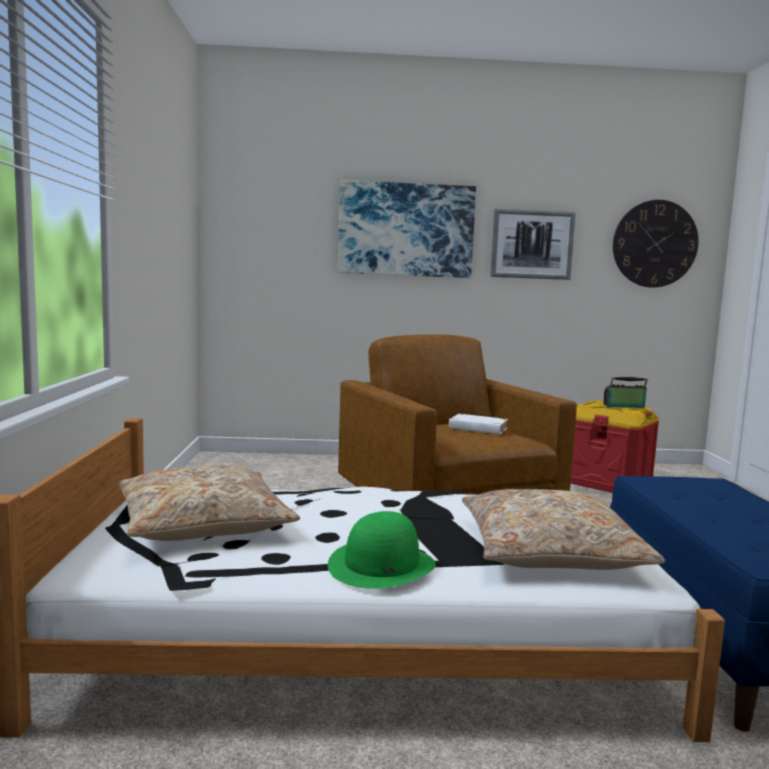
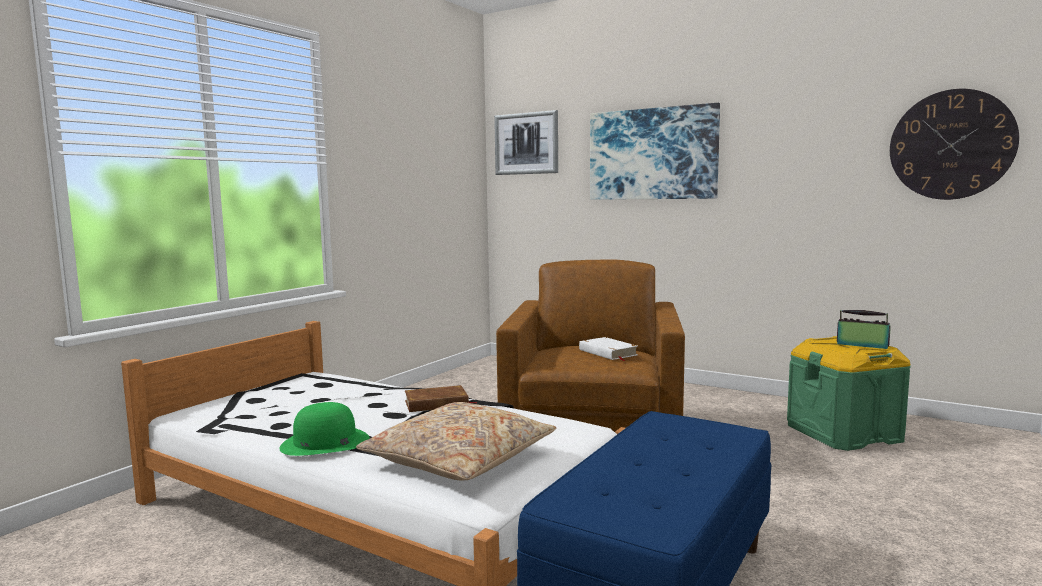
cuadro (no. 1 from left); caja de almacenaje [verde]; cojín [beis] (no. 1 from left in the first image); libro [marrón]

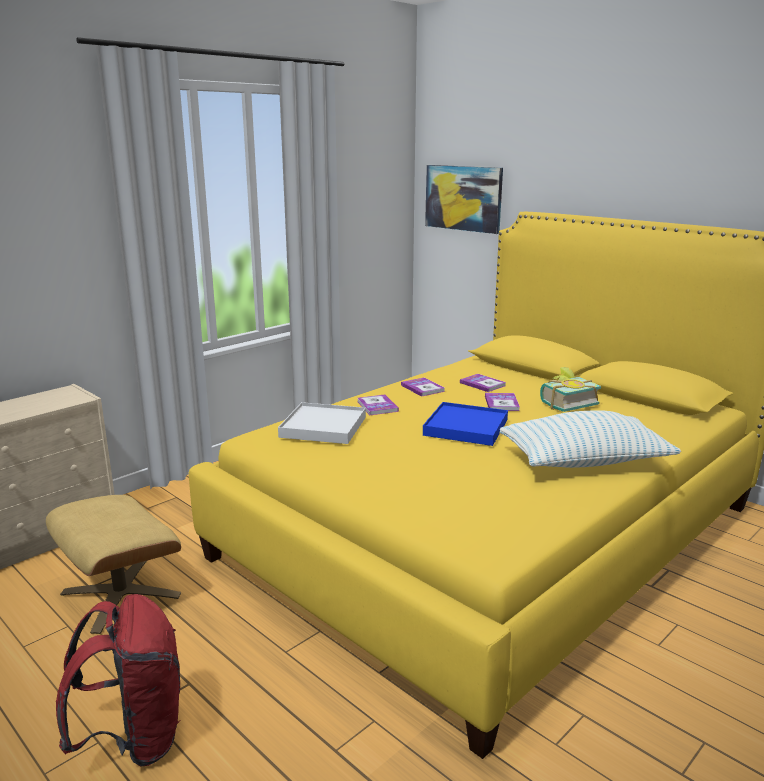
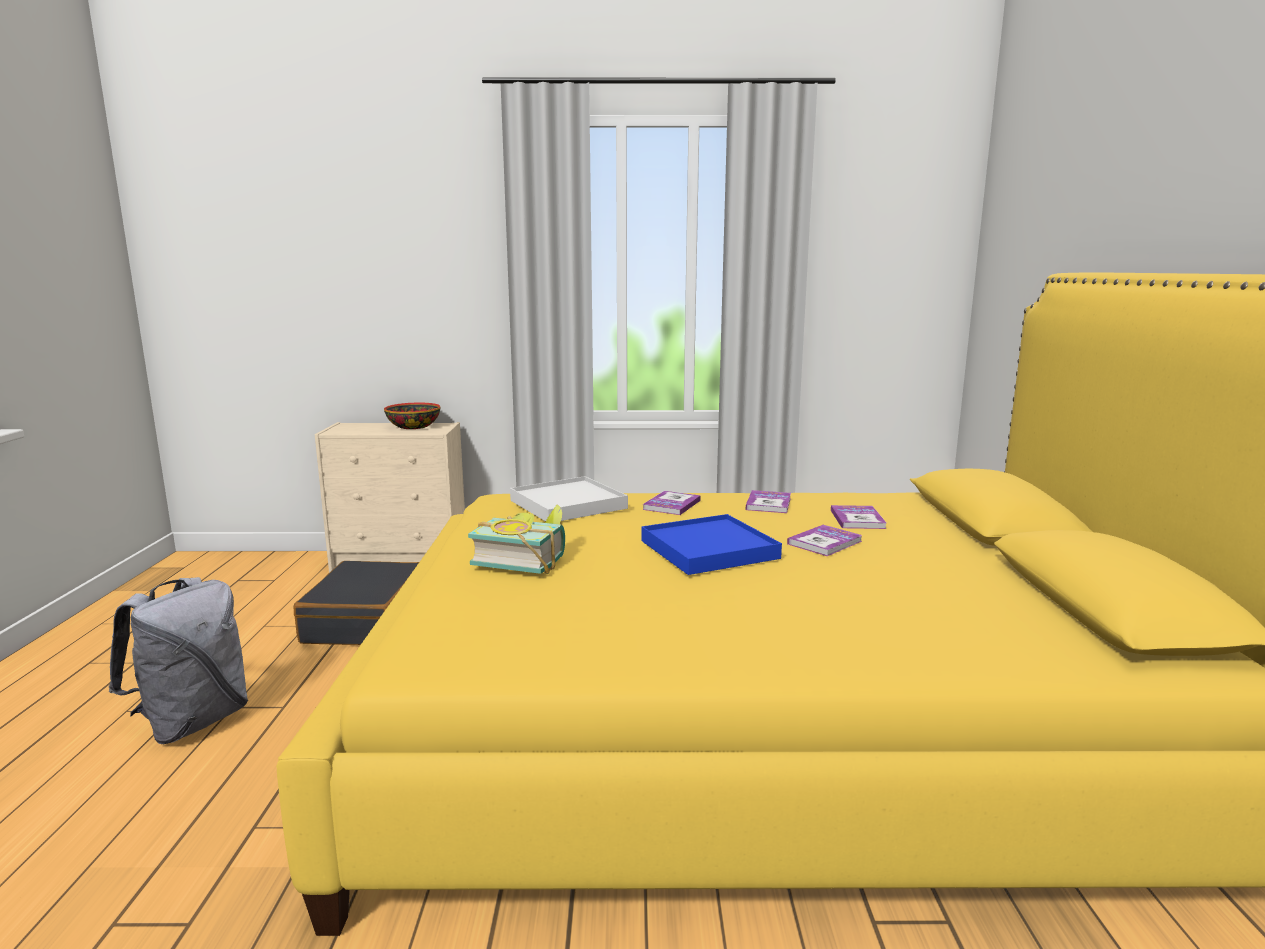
cuadro; libro (no. 1 from left); cojín; maleta [negro]; mochila [gris]; cuenco

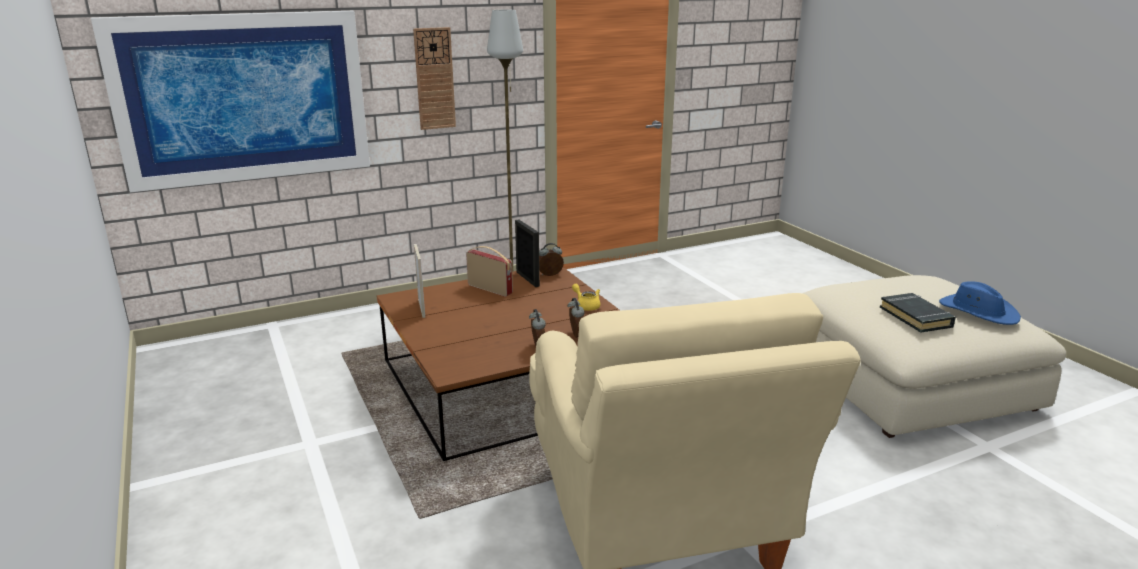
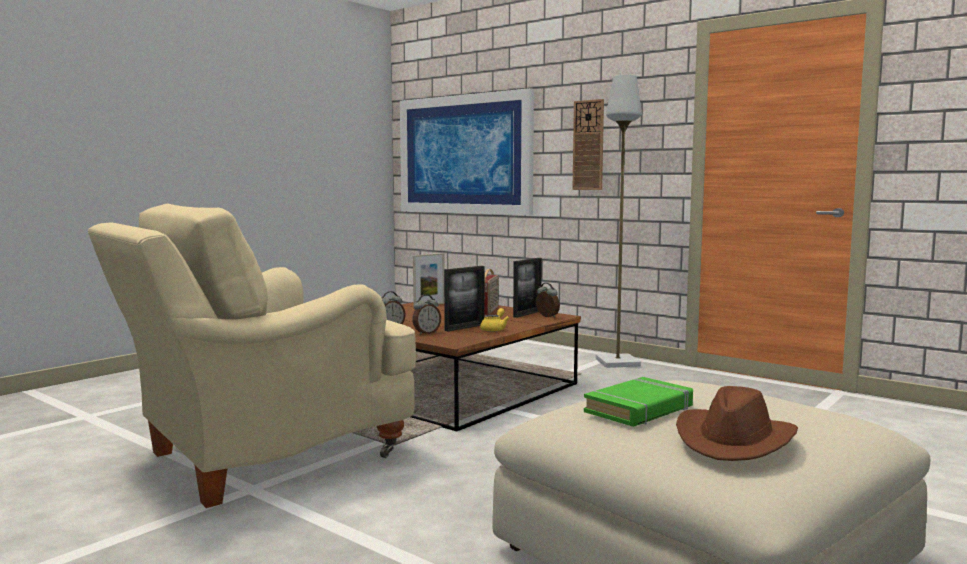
sombrero [marrón]; libro [verde]; portarretratos (no. 2 from left)

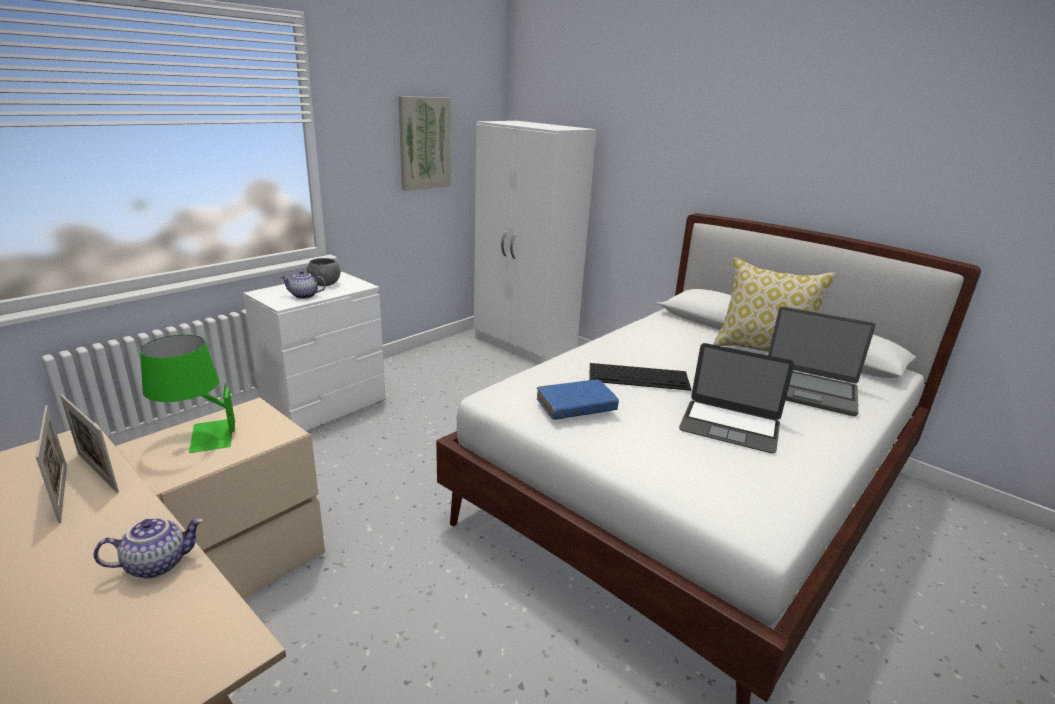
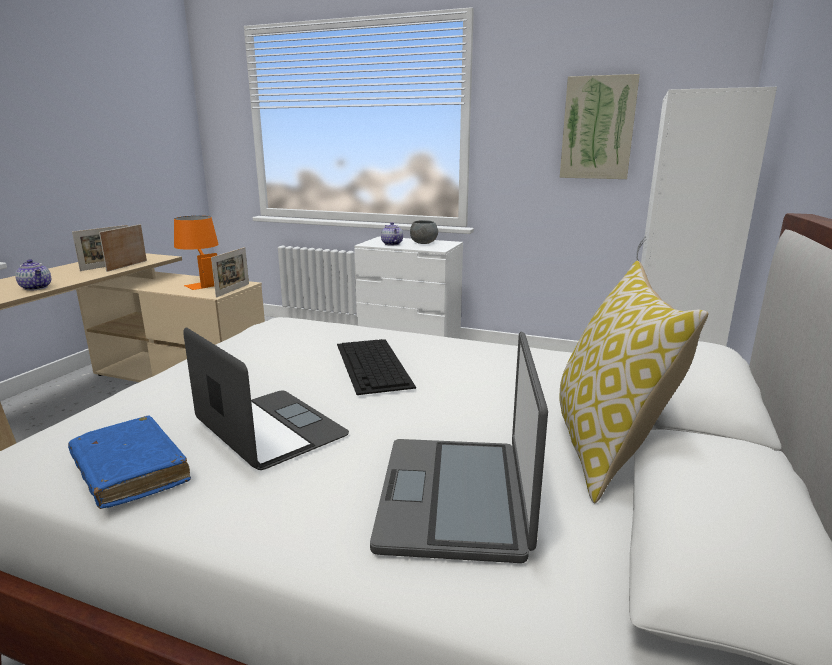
lámpara de mesa [naranja]; portátil (no. 1 from left); libro [azul]; portarretratos (no. 3 from left)

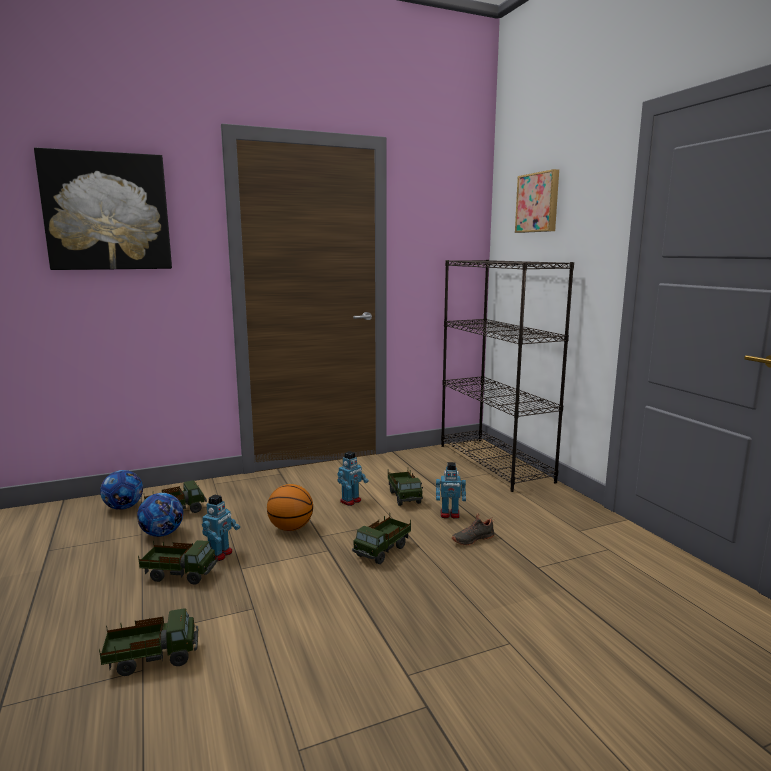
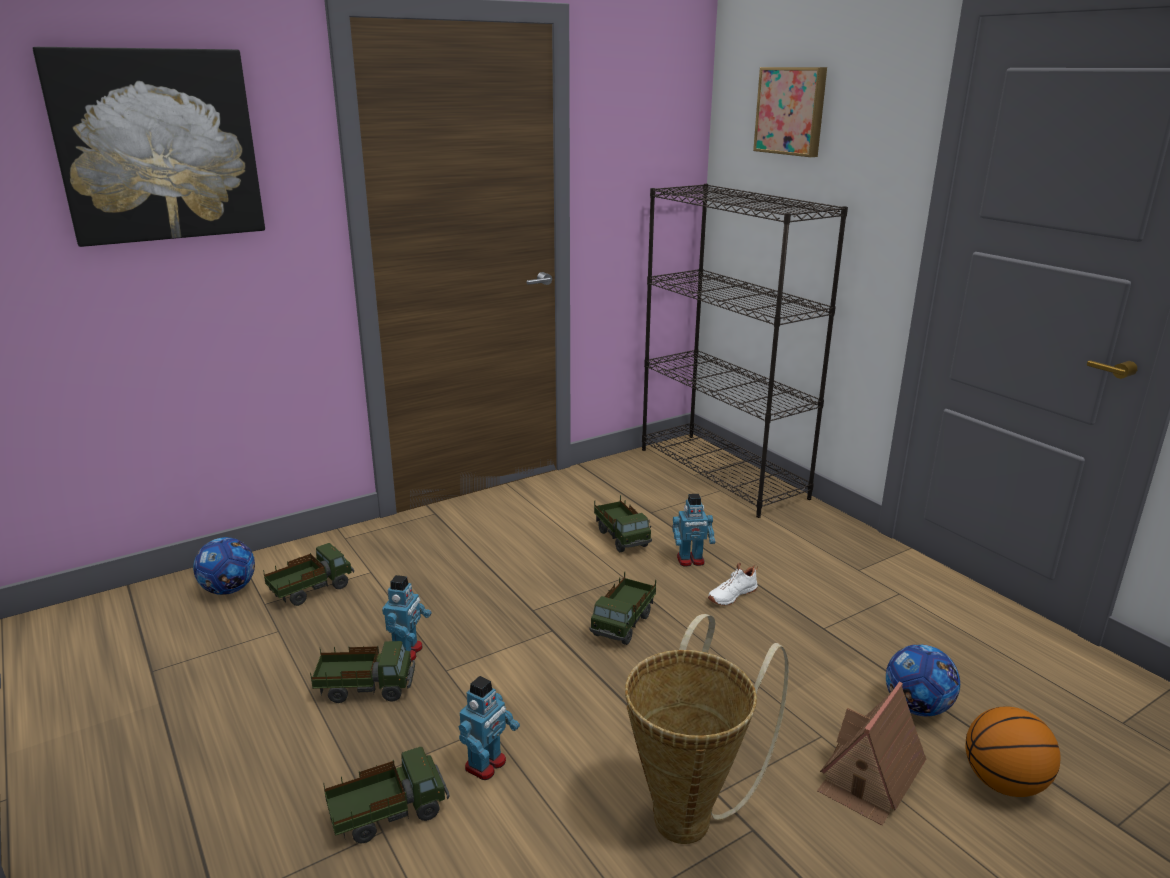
robot de juguete (no. 2 from left); balón de baloncesto; balón de fútbol (no. 2 from left); zapato [blanco]; cesta; casita

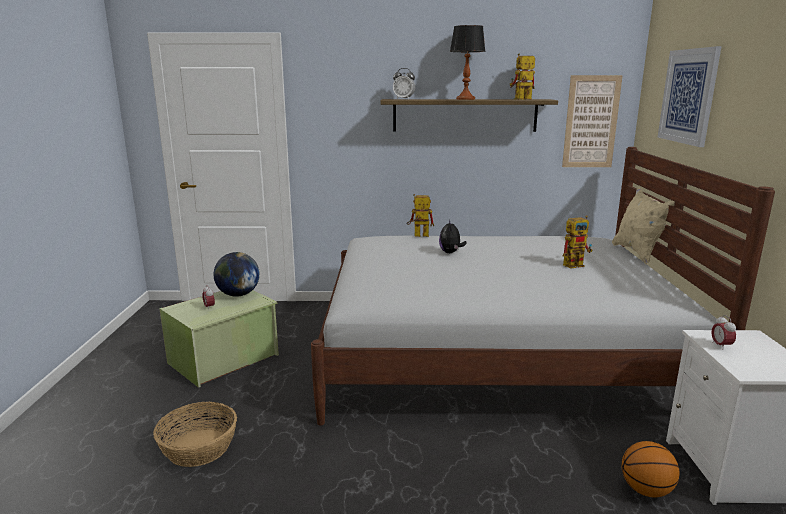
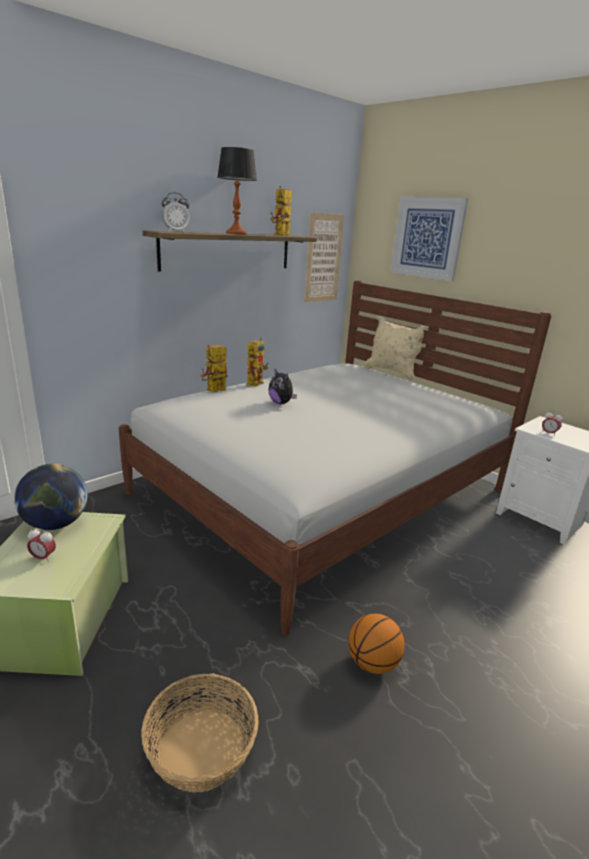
robot de juguete (no. 2 from left); balón de baloncesto

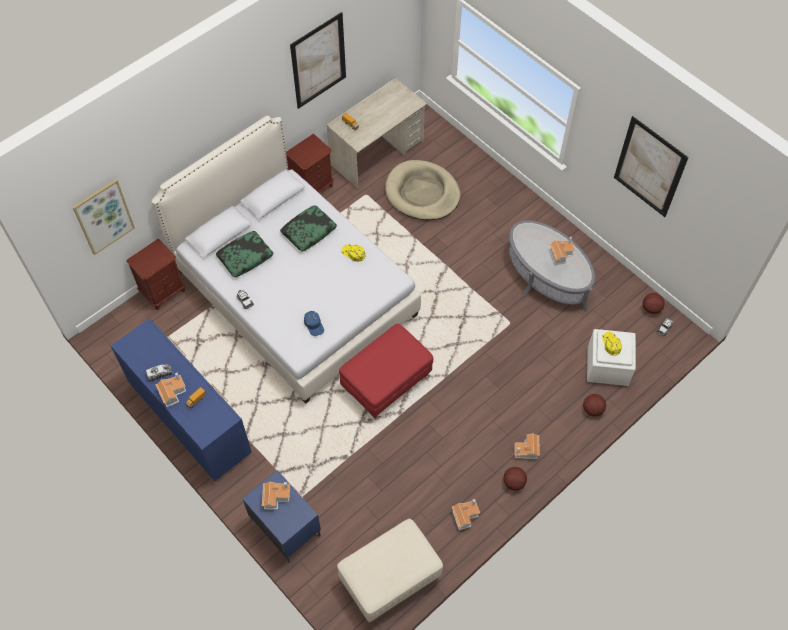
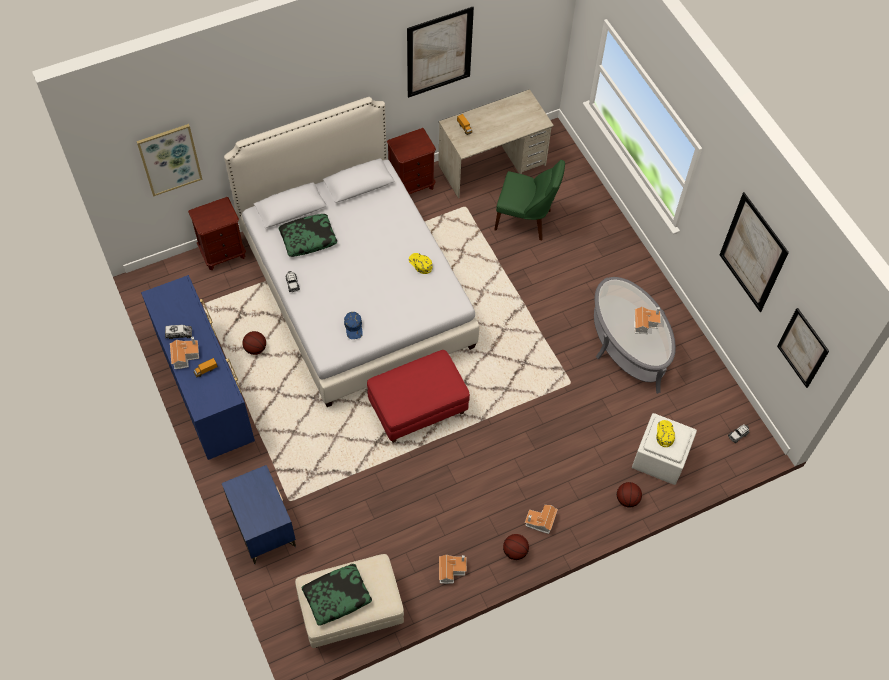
silla [verde]; cojín (no. 2 from left); balón de baloncesto (no. 1 from left); casita (no. 2 from left in the first image); cuadro (no. 4 from left)

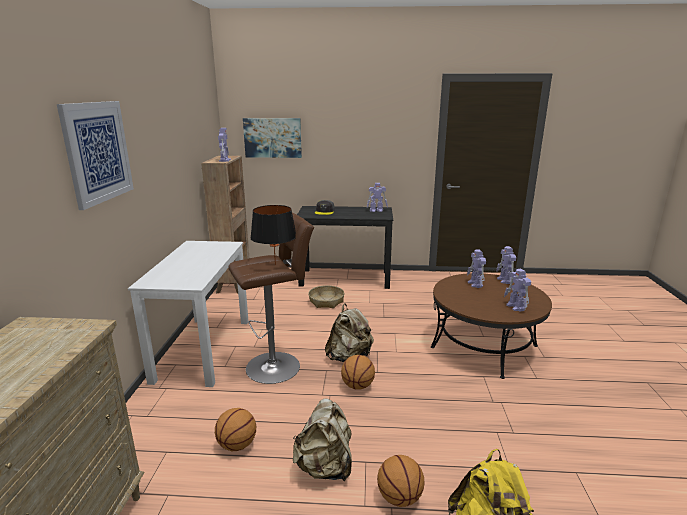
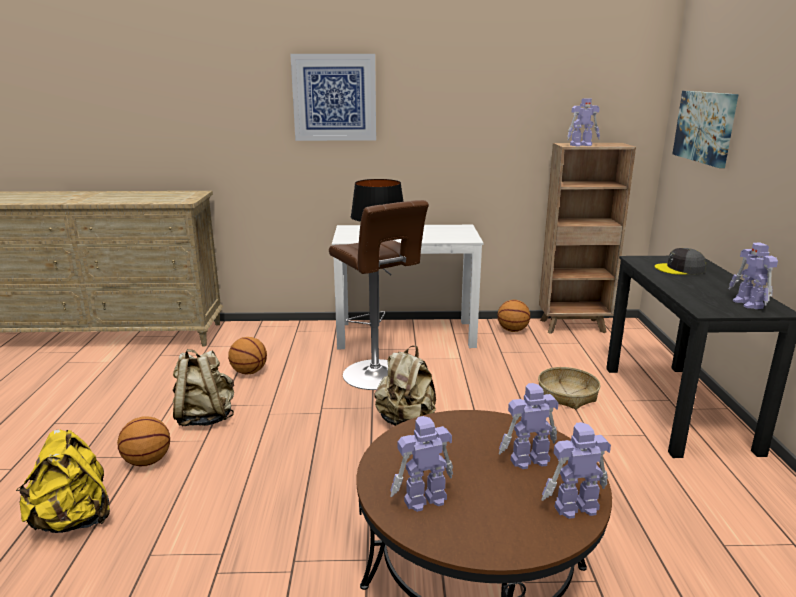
balón de baloncesto (no. 3 from left)

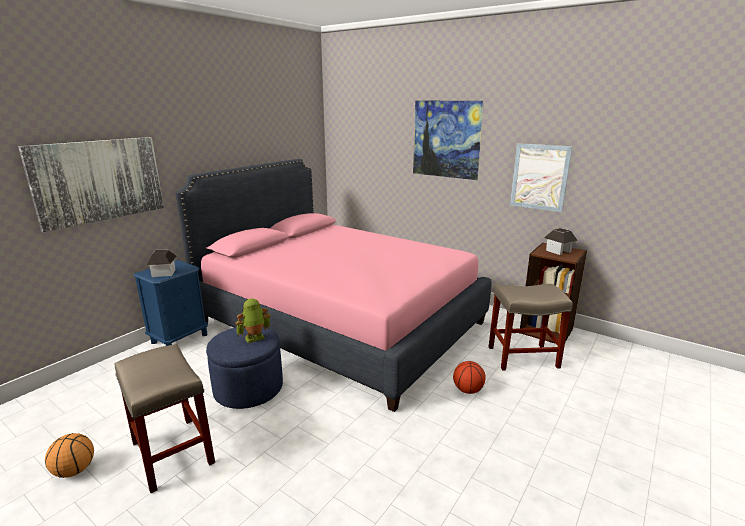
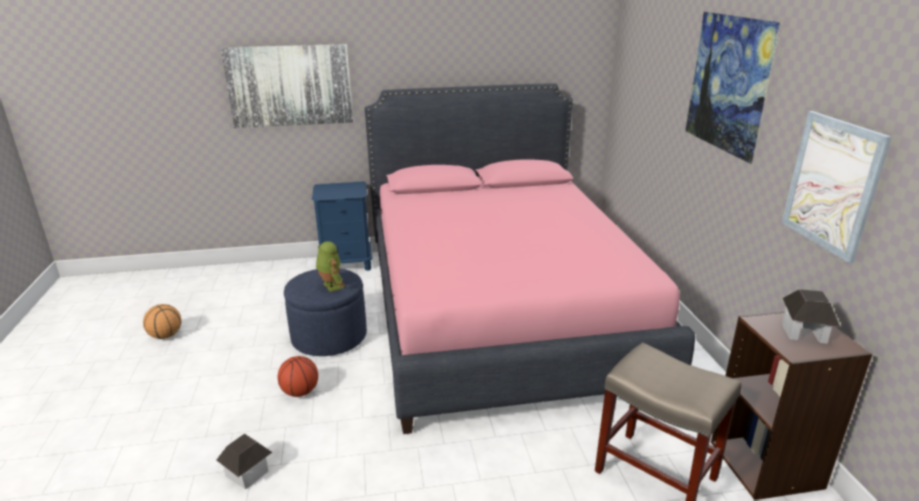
casita (no. 1 from left); robot de juguete; taburete [beis] (no. 1 from left in the first image); balón de baloncesto (no. 2 from left)

